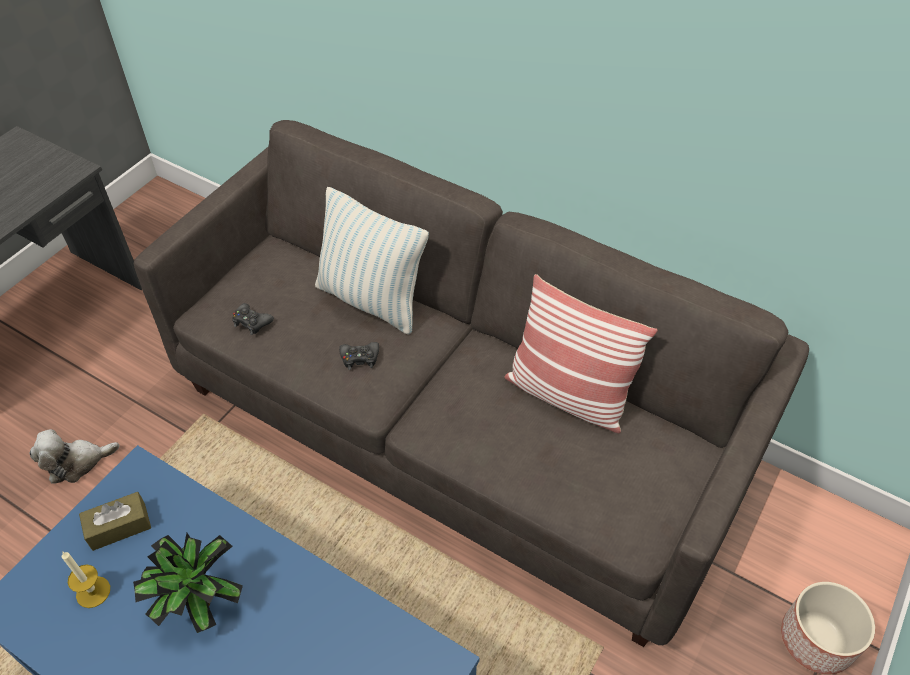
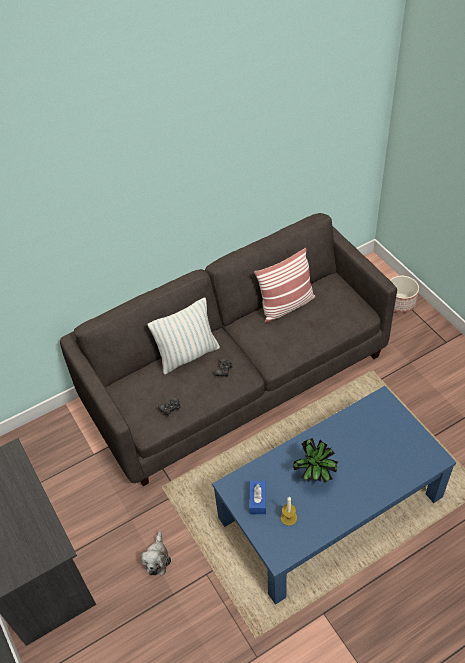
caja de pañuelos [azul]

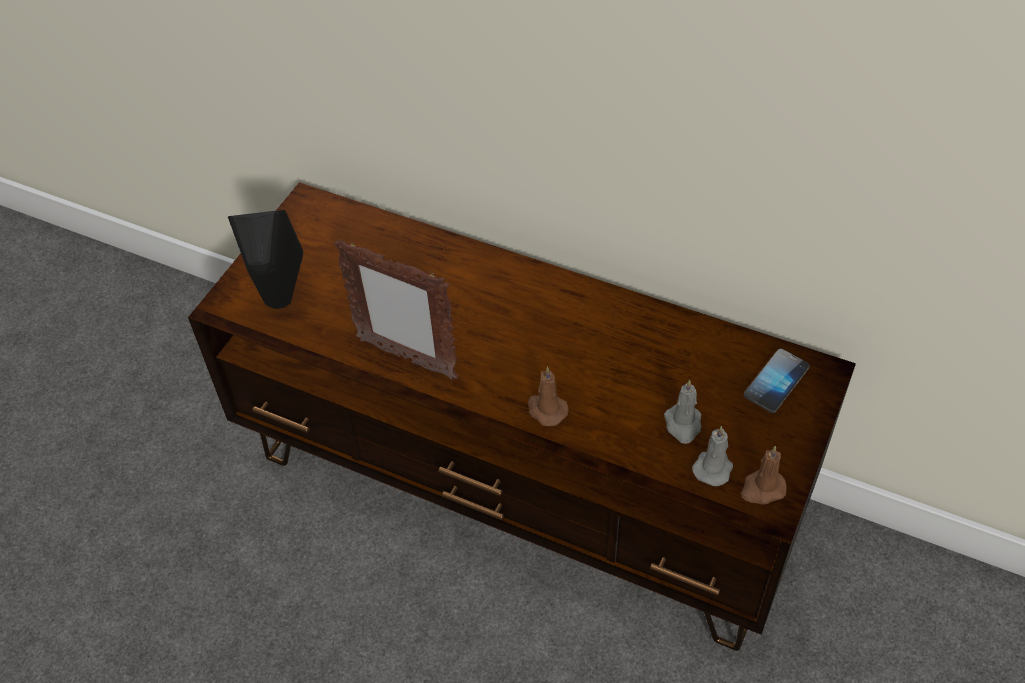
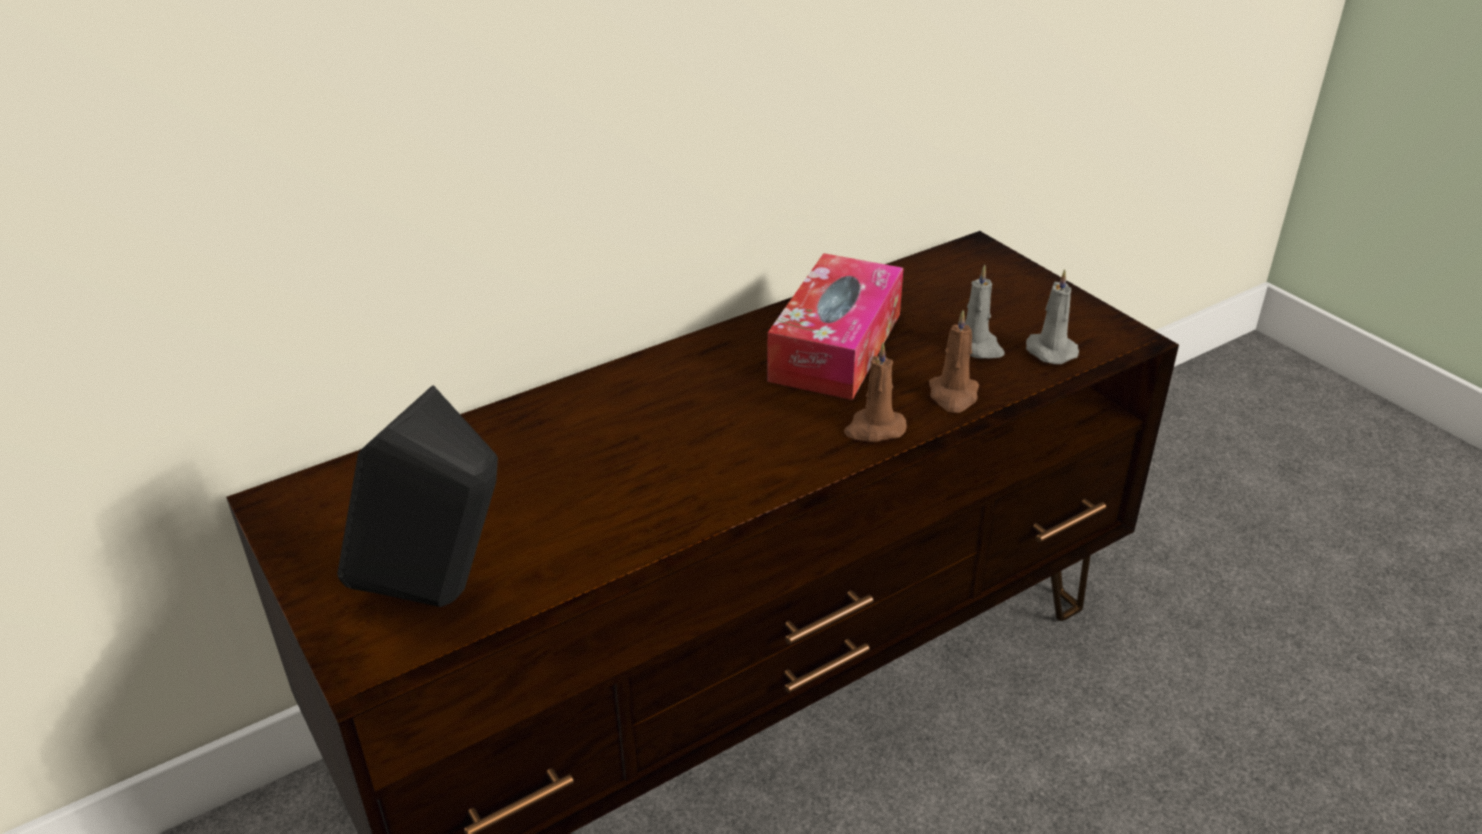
portarretratos; móvil; vela [marrón] (no. 2 from left); caja de pañuelos

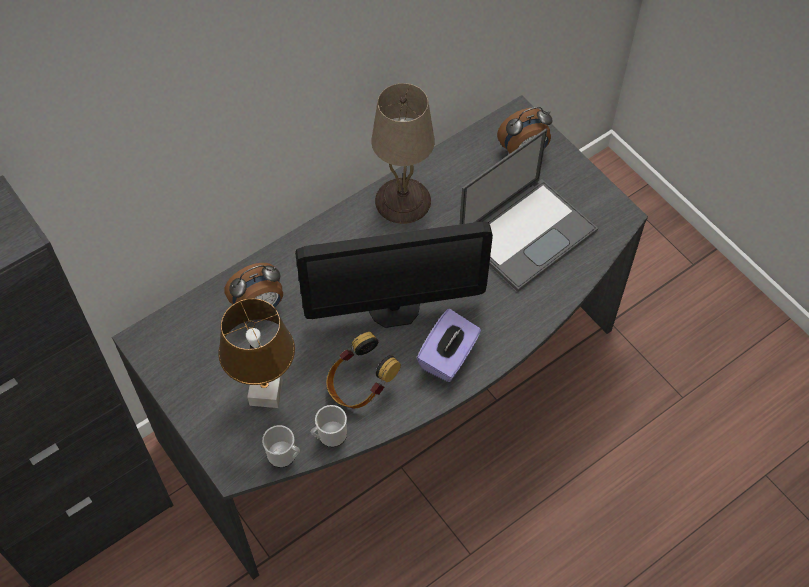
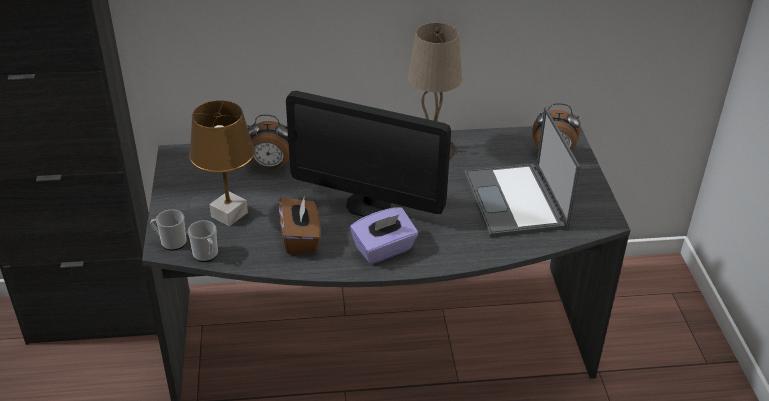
portátil; caja de pañuelos [marrón]; taza grande (no. 1 from left)

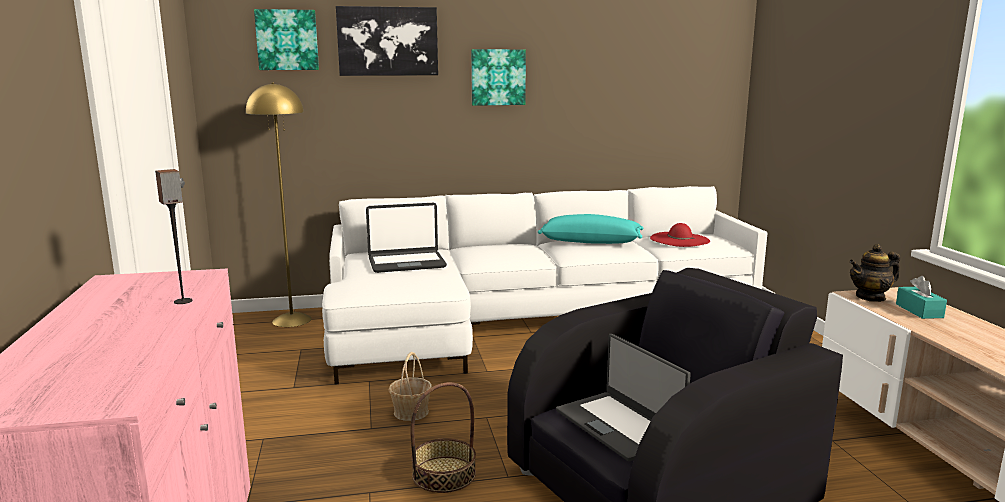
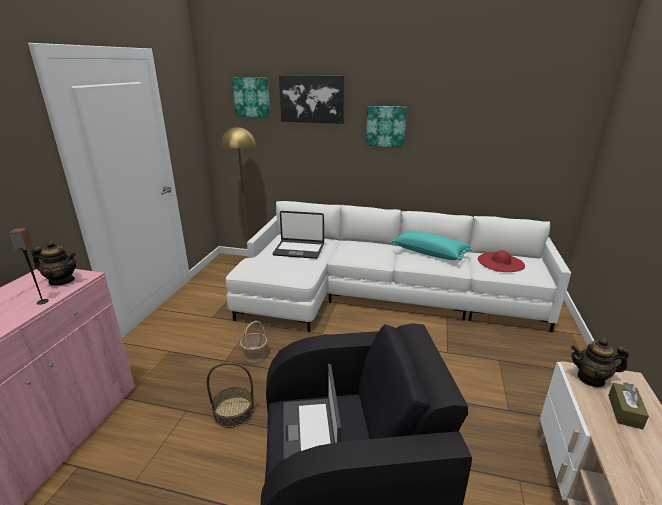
caja de pañuelos [marrón]; tetera (no. 1 from left)

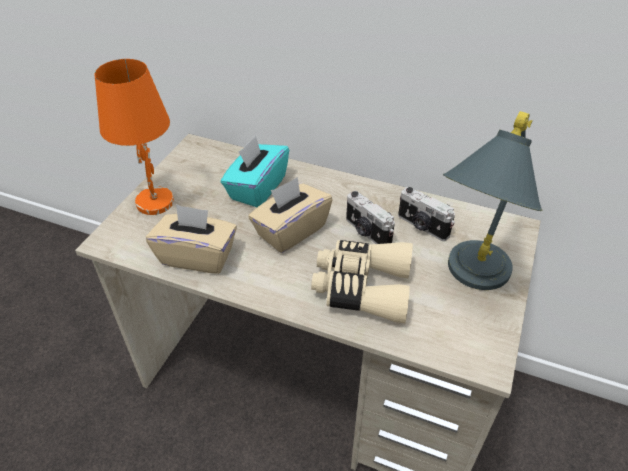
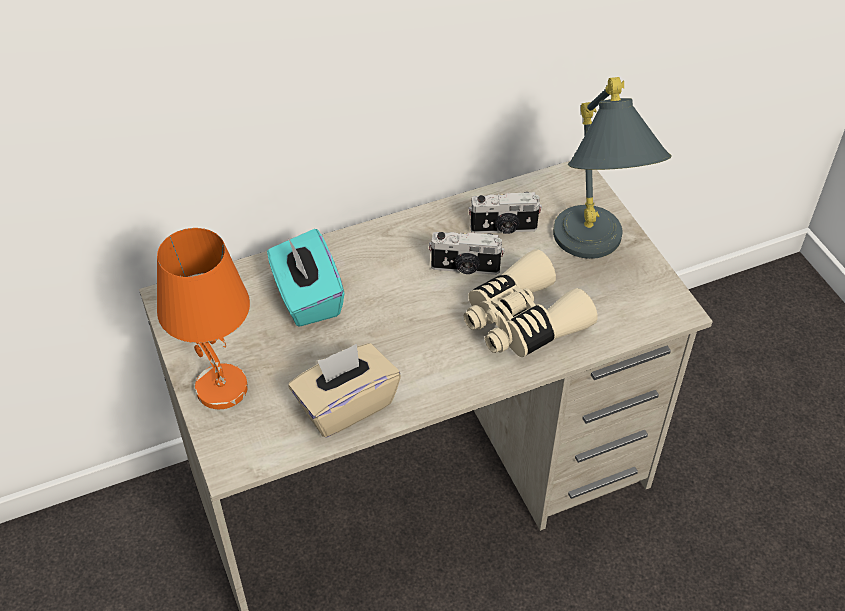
caja de pañuelos [beis] (no. 2 from left in the first image)

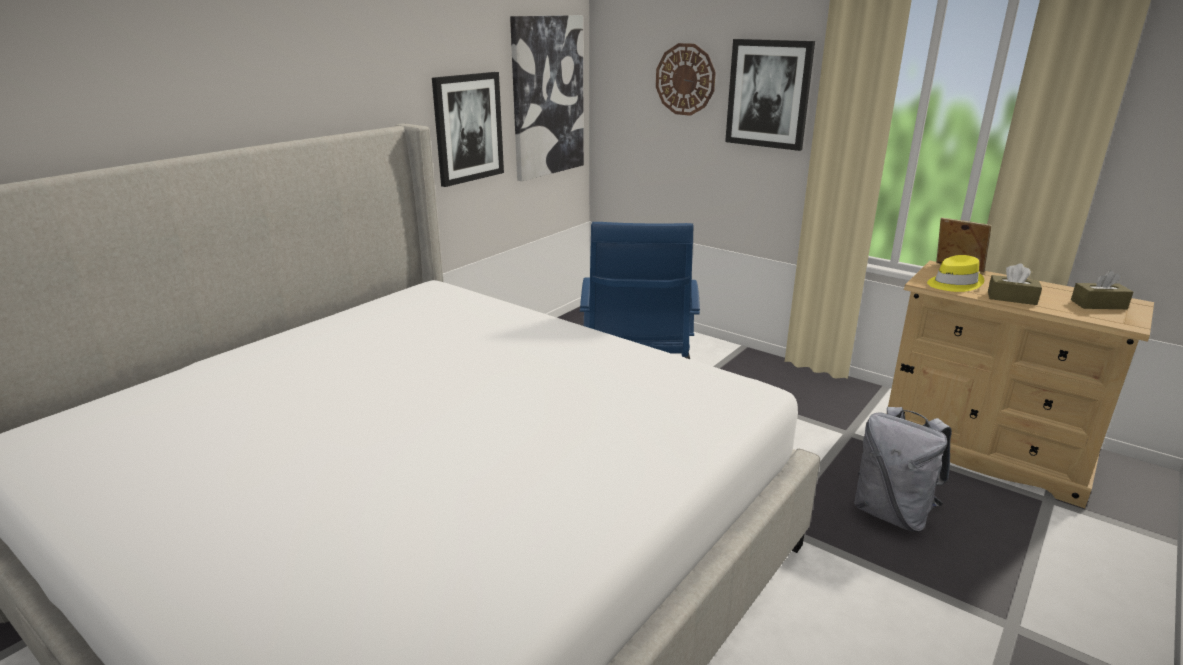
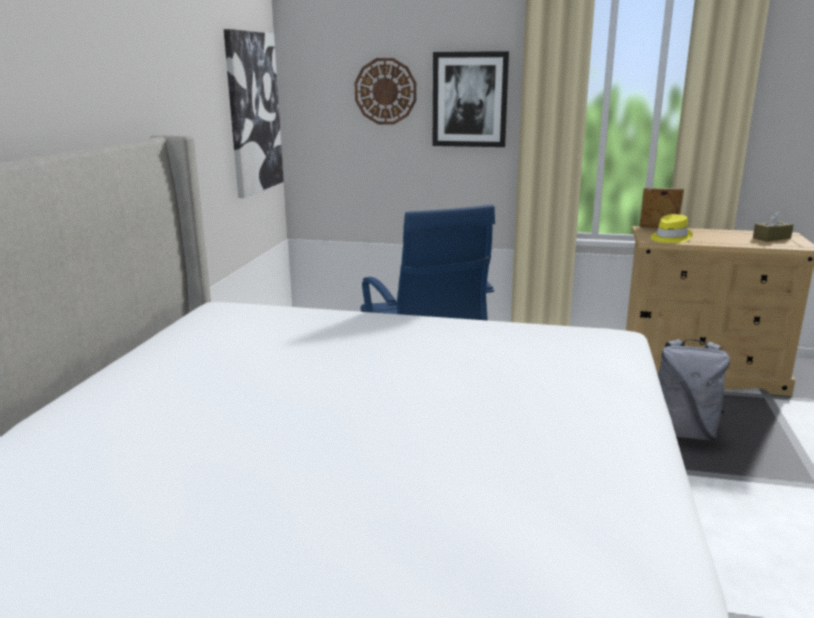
cuadro (no. 1 from left in the first image); caja de pañuelos [marrón] (no. 1 from left in the first image)

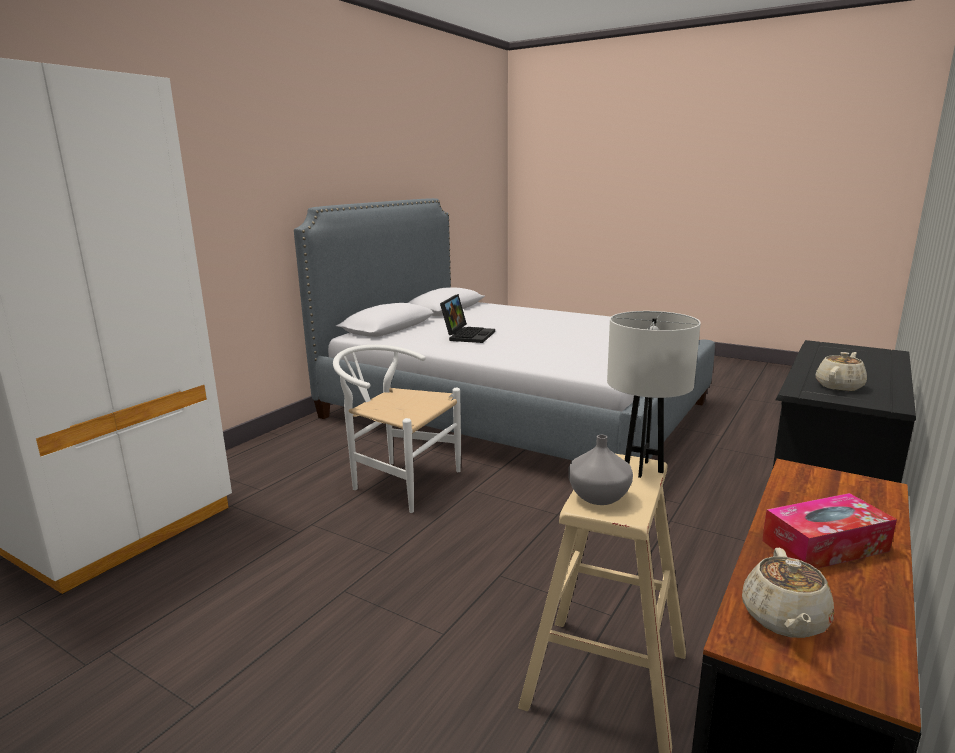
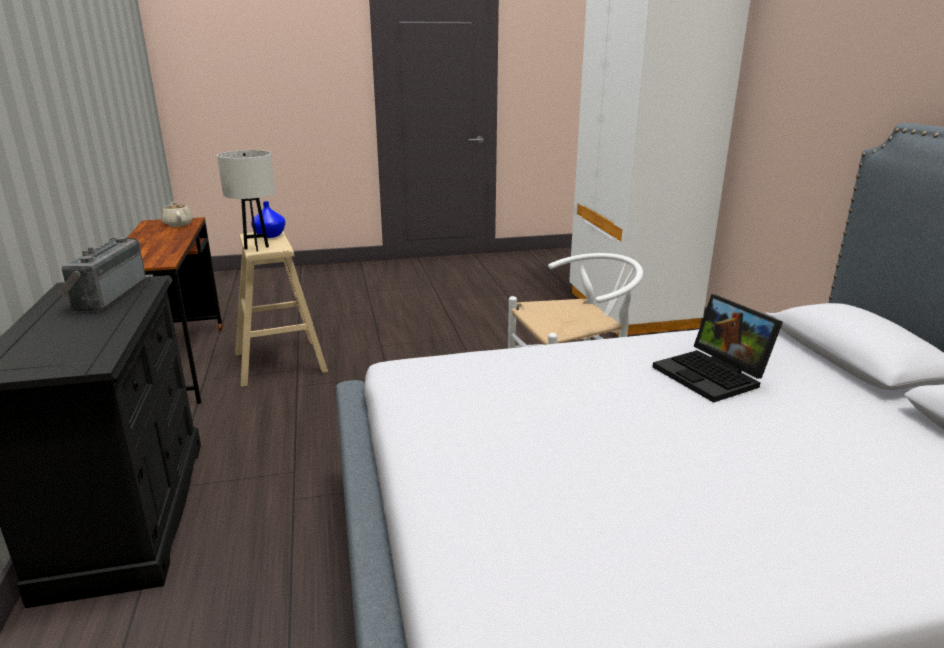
radio; florero [azul]; caja de pañuelos

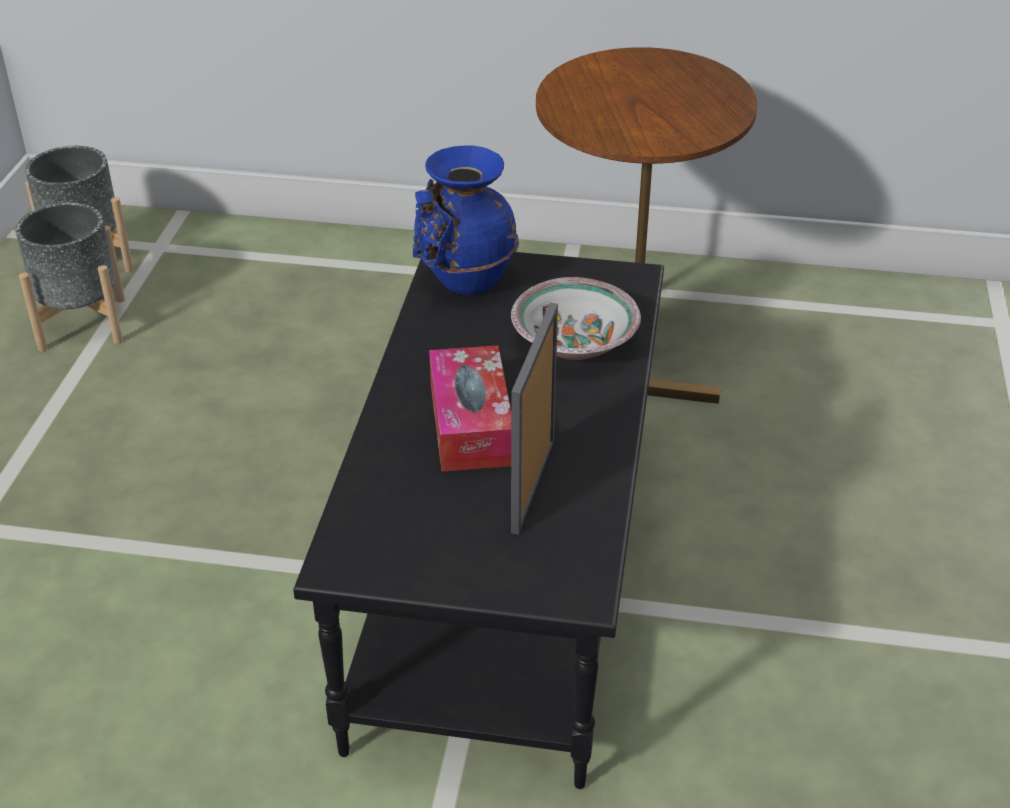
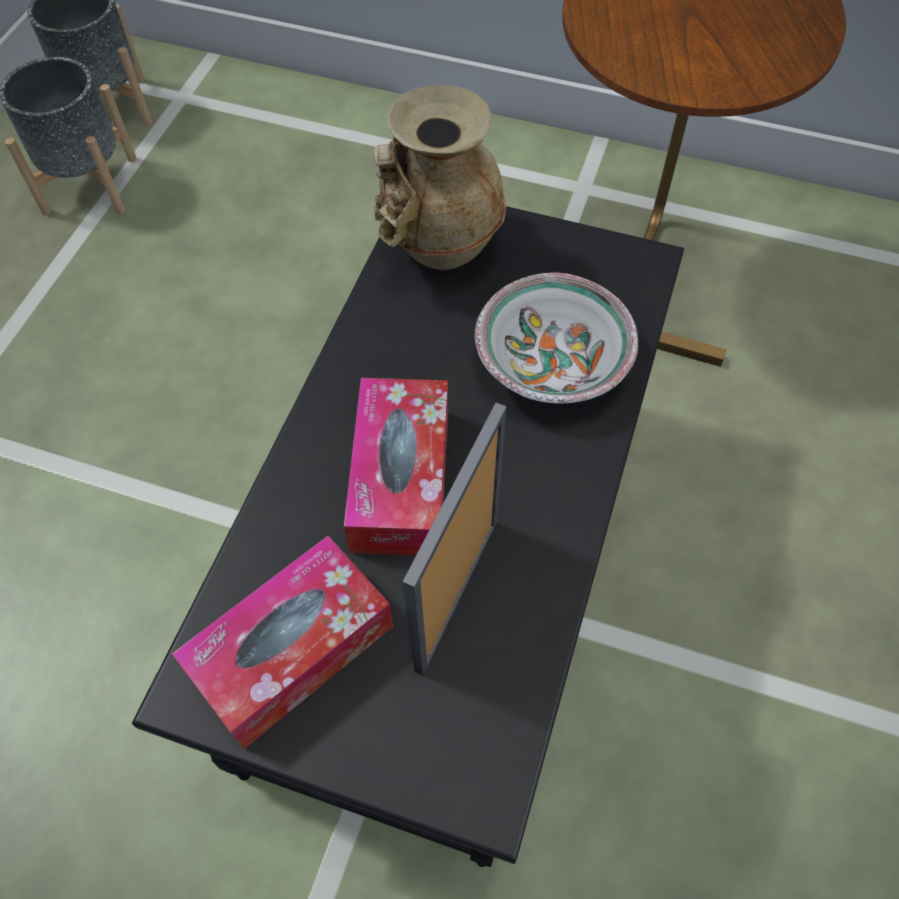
florero [beis]; caja de pañuelos (no. 1 from left)

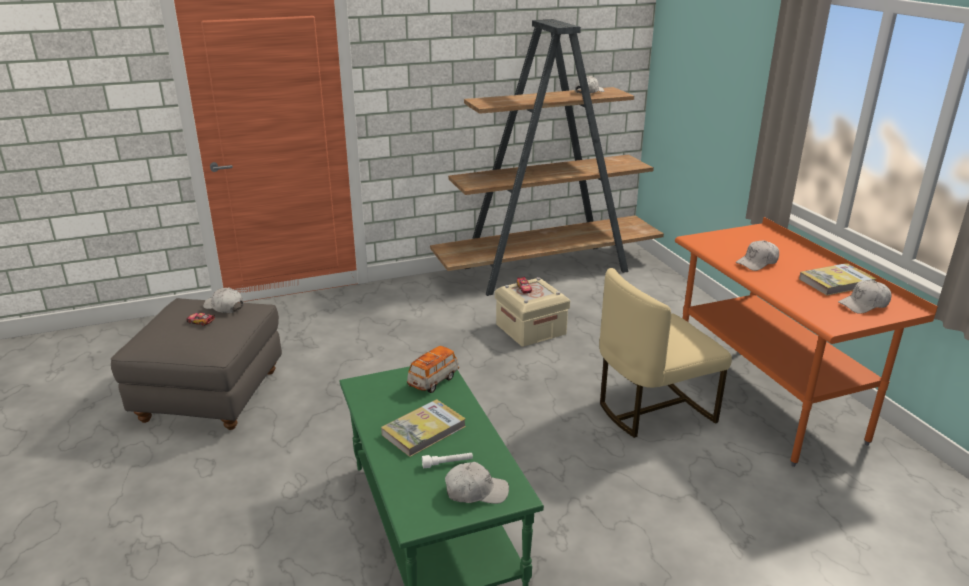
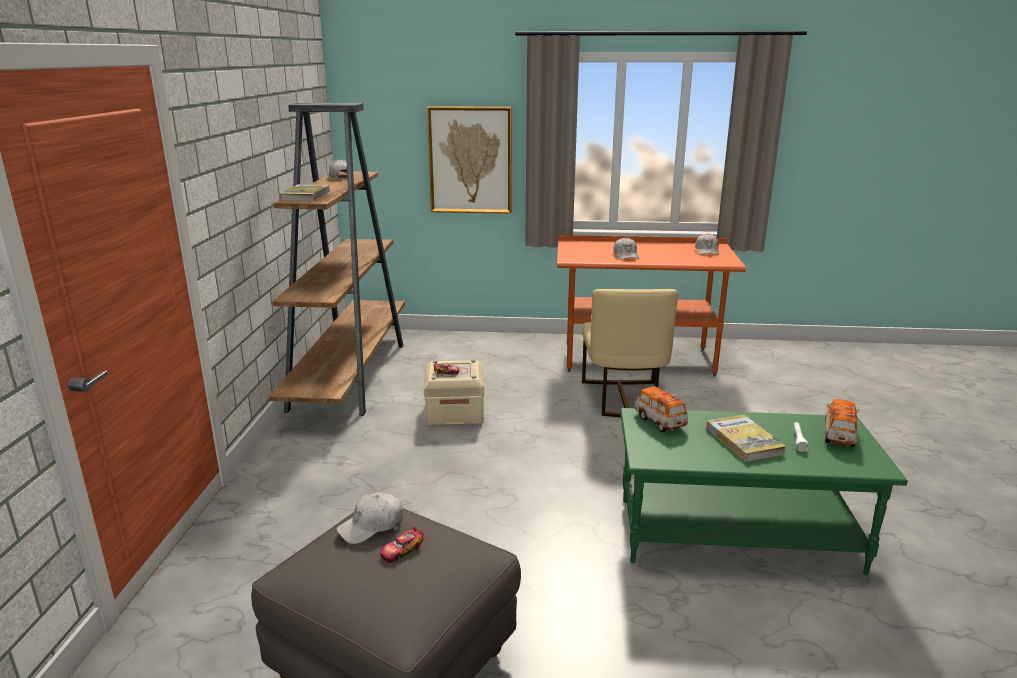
libro (no. 1 from left); coche de juguete (no. 4 from left); cuadro

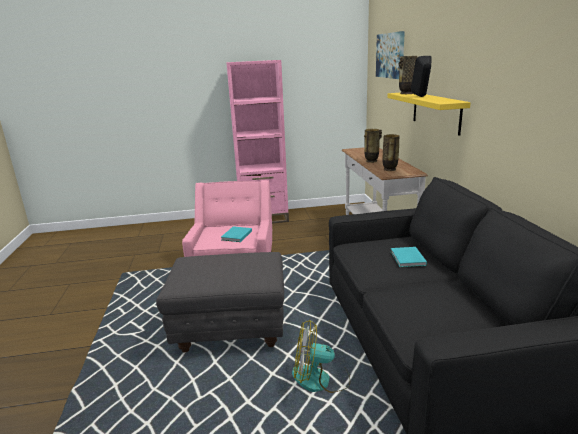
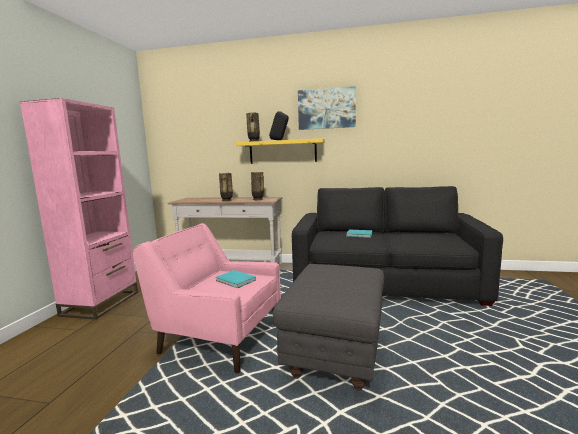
cuadro; ventilador

